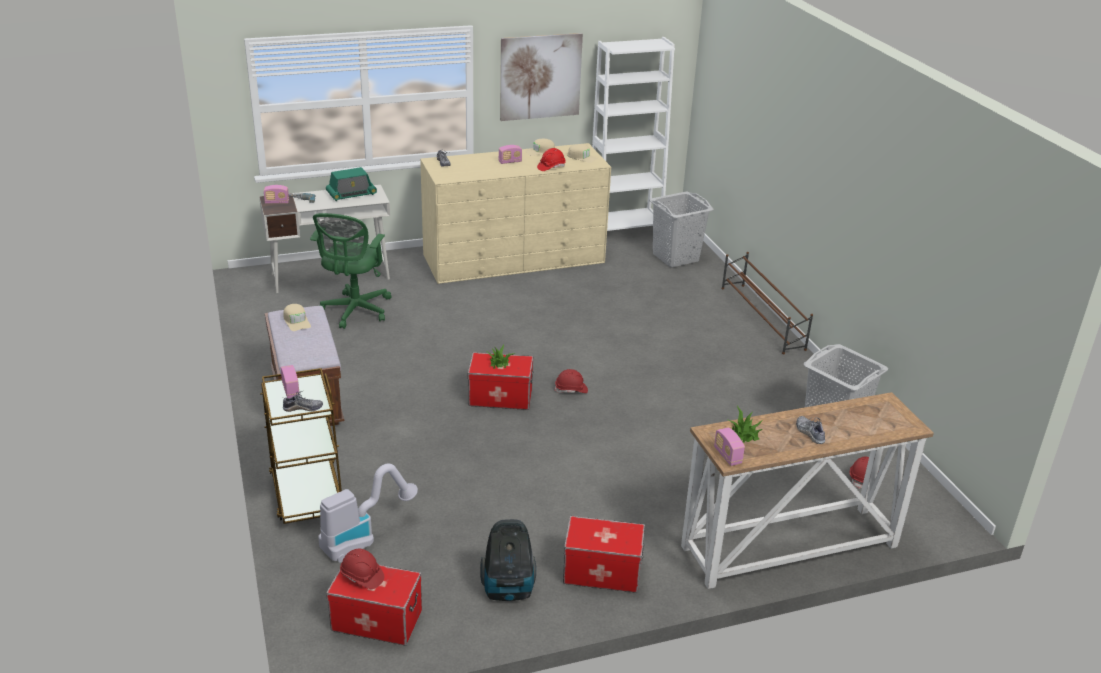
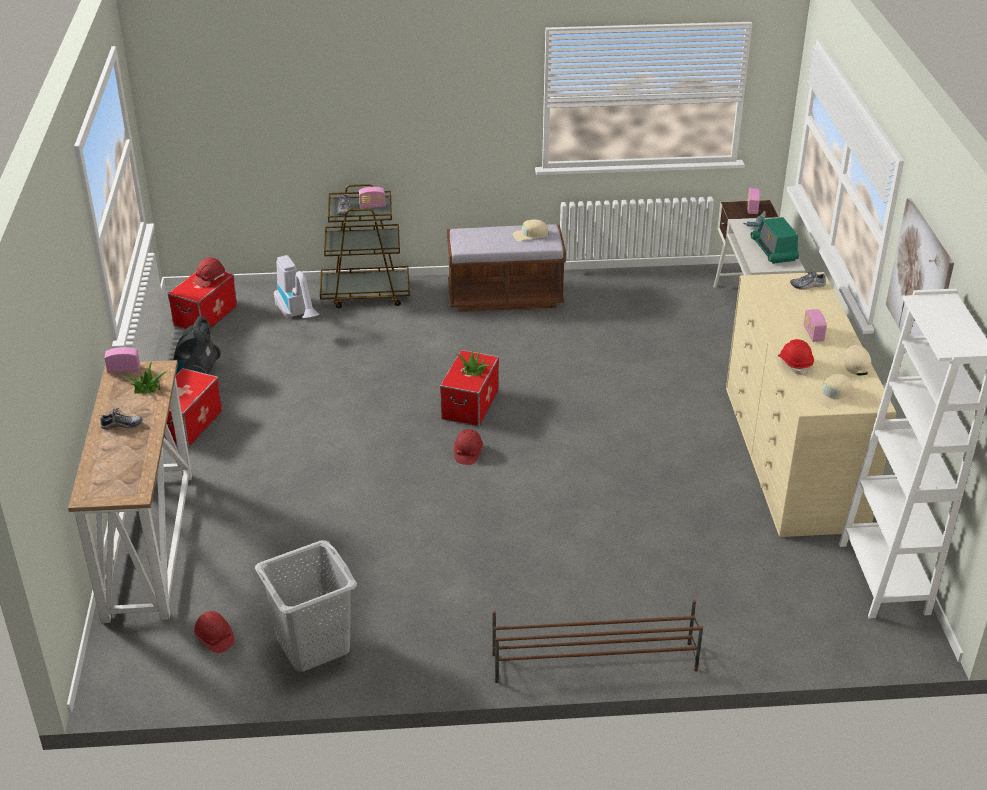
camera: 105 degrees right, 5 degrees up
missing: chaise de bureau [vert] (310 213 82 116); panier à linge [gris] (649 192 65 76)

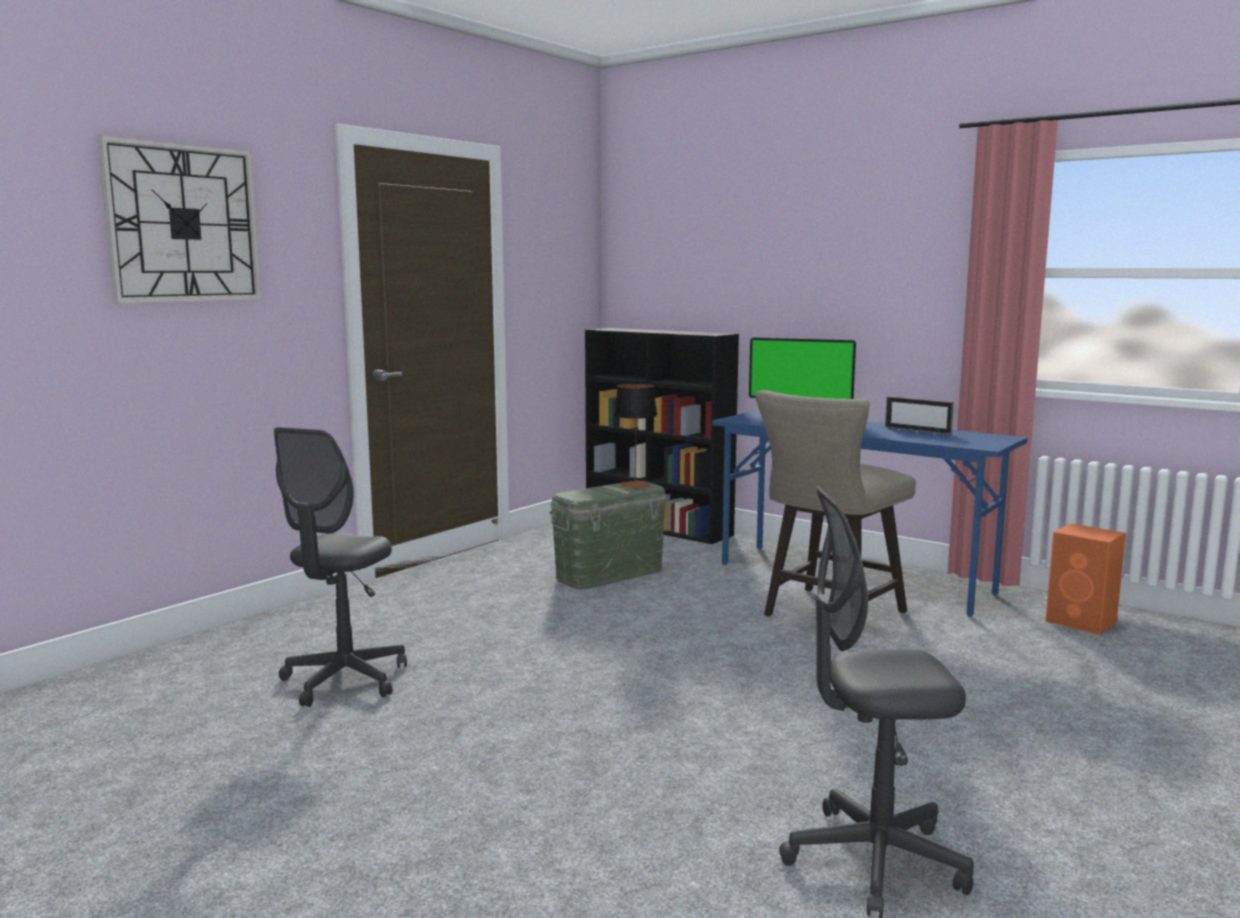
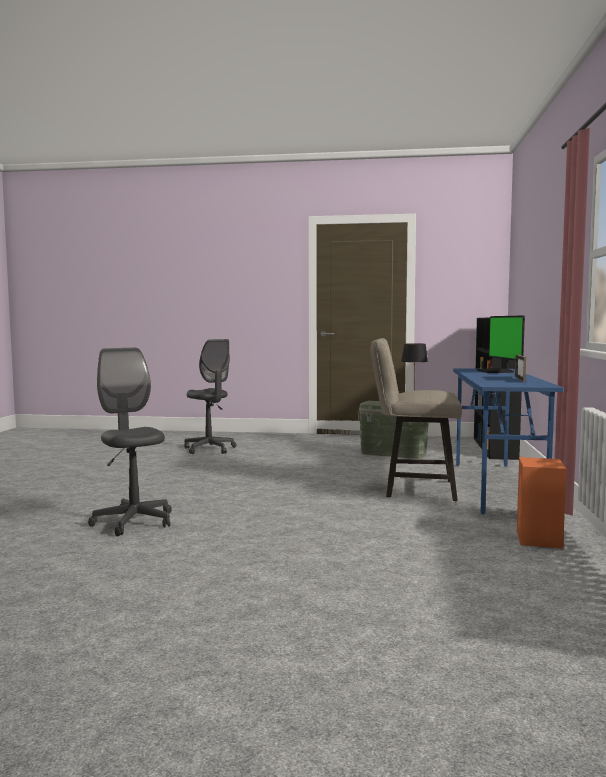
camera: 60 degrees right, 5 degrees down
missing: horloge murale (97 135 164 169)
spun: chaise de bureau [gris] (274 427 133 280) = (184 339 53 115) 120 degrees counterclockwise

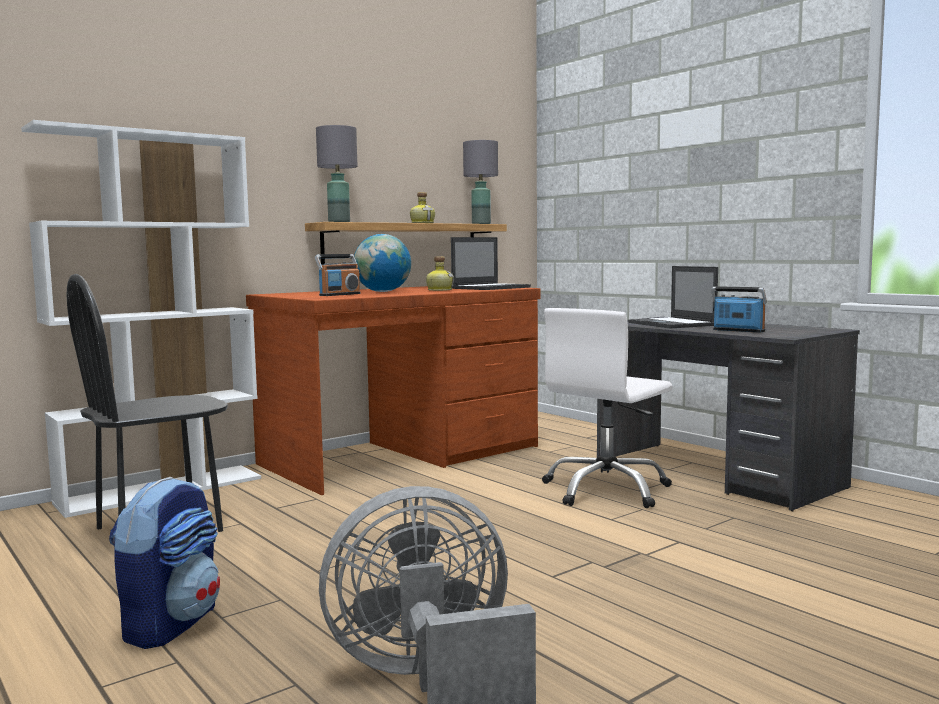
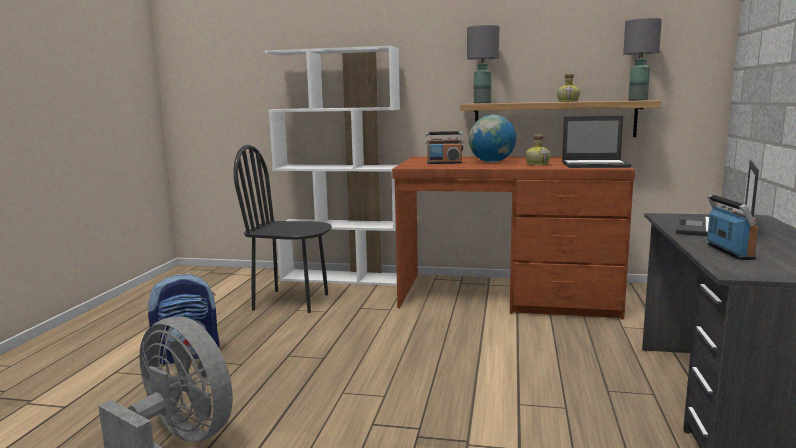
camera: 50 degrees right, 5 degrees up
missing: chaise de bureau [blanc] (542 308 130 200)

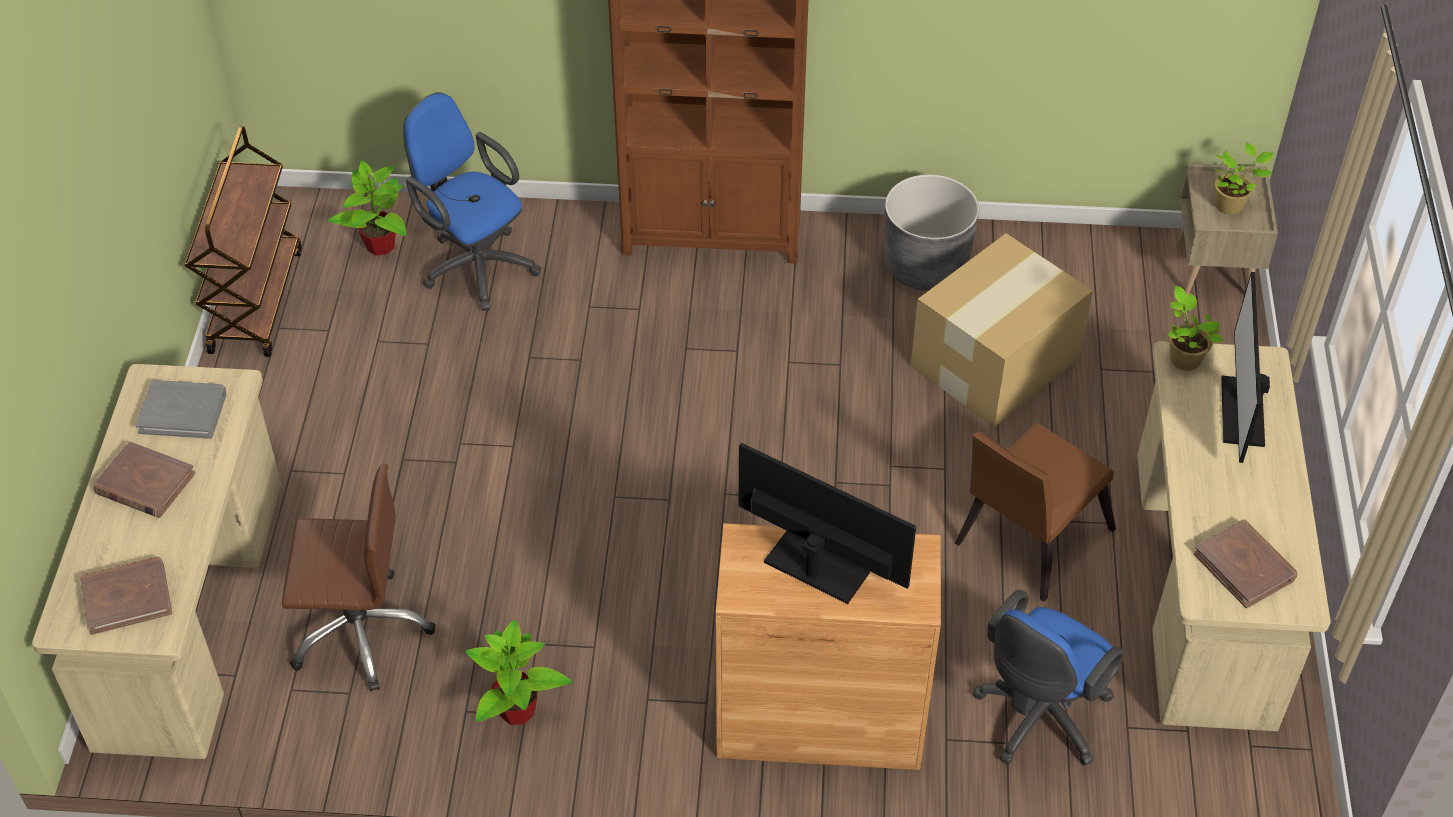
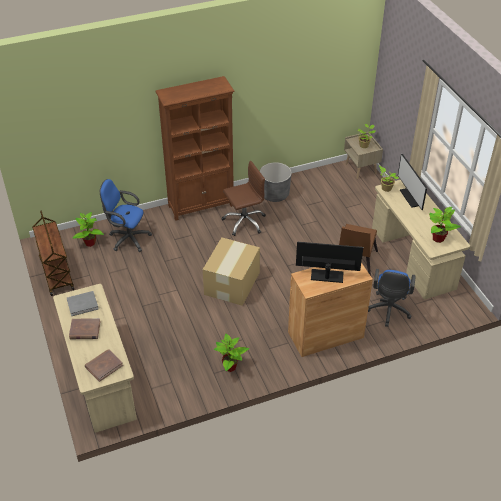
camera: 25 degrees left, 5 degrees down
relocated: carton (911 233 182 194) to (203 237 57 69); chaise de bureau [marron] (282 463 154 228) to (222 161 44 75)
exchanged: livre [marron] (1194 519 104 90) to plante en pot (429 207 32 36)

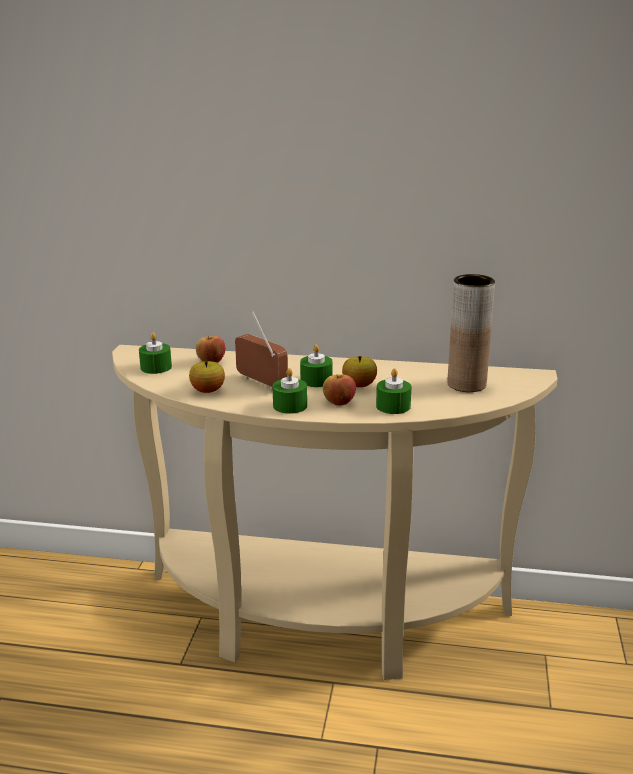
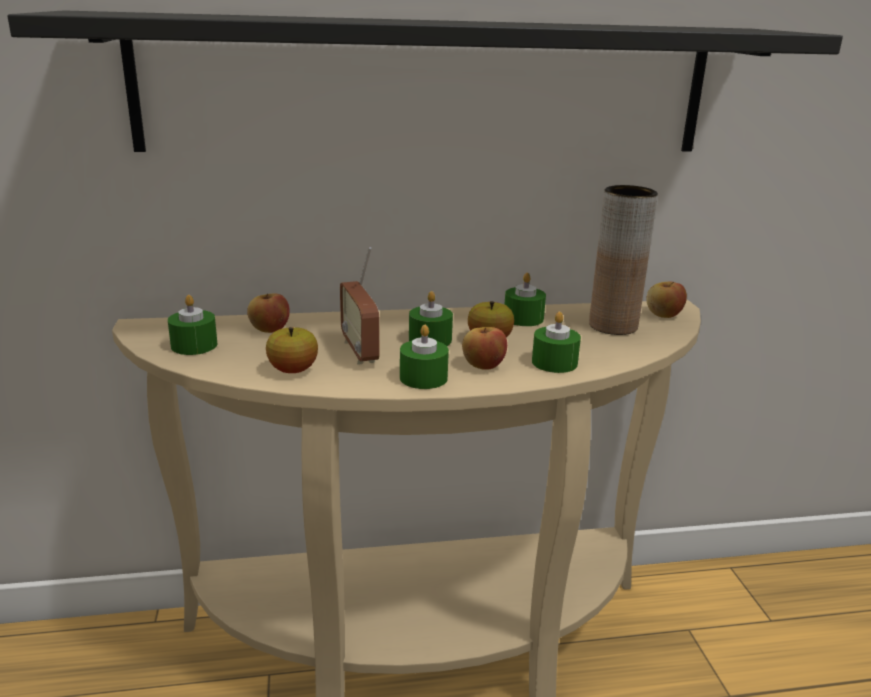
camera: 20 degrees left, 0 degrees up
appeared: étagère [noir] (7 10 836 142); bougie [vert] (505 273 41 53); pomme (646 282 41 36)
spun: radio (235 311 53 80) = (340 247 39 118) 135 degrees counterclockwise

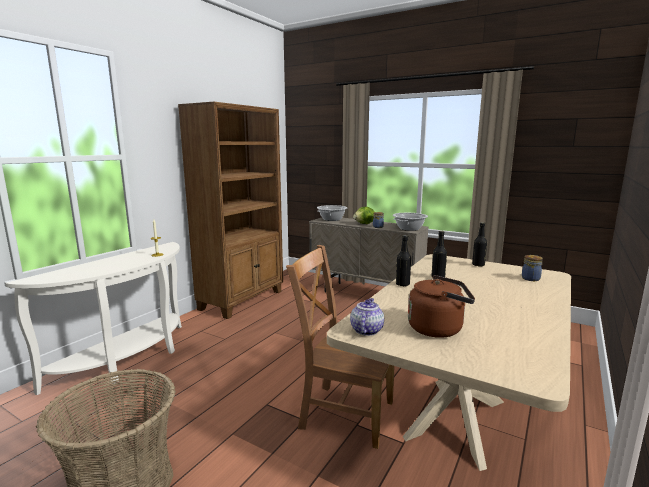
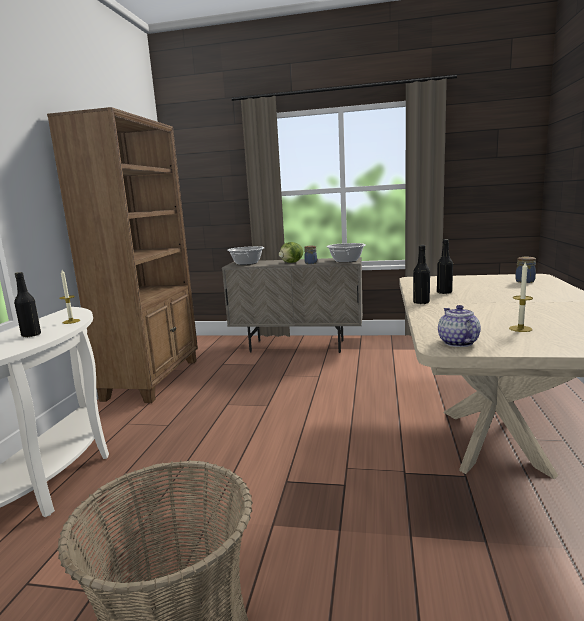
camera: 20 degrees left, 0 degrees up
missing: chaise [marron] (286 245 109 204)
relocated: bouteille [noir] (472 222 15 44) to (14 272 27 65)
exchanged: bouilloire [marron] (408 275 67 63) to bougie (509 262 24 70)

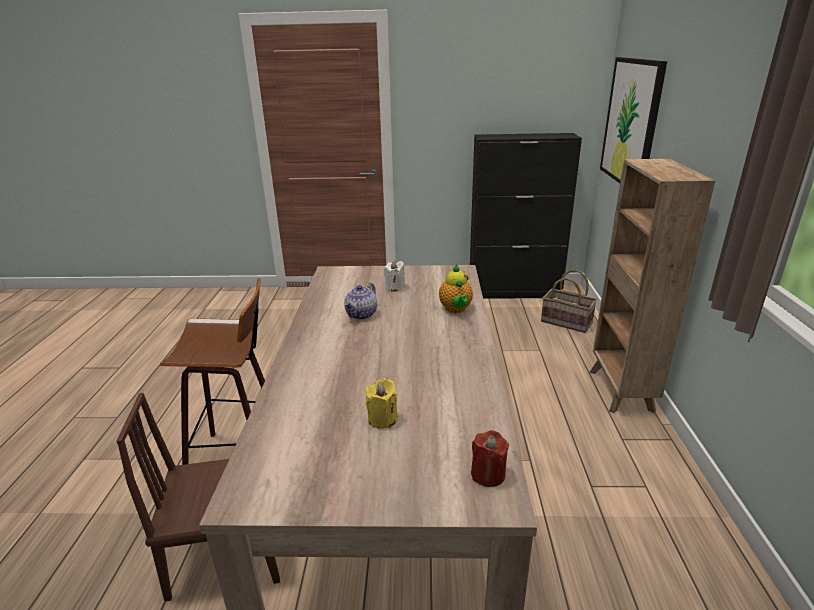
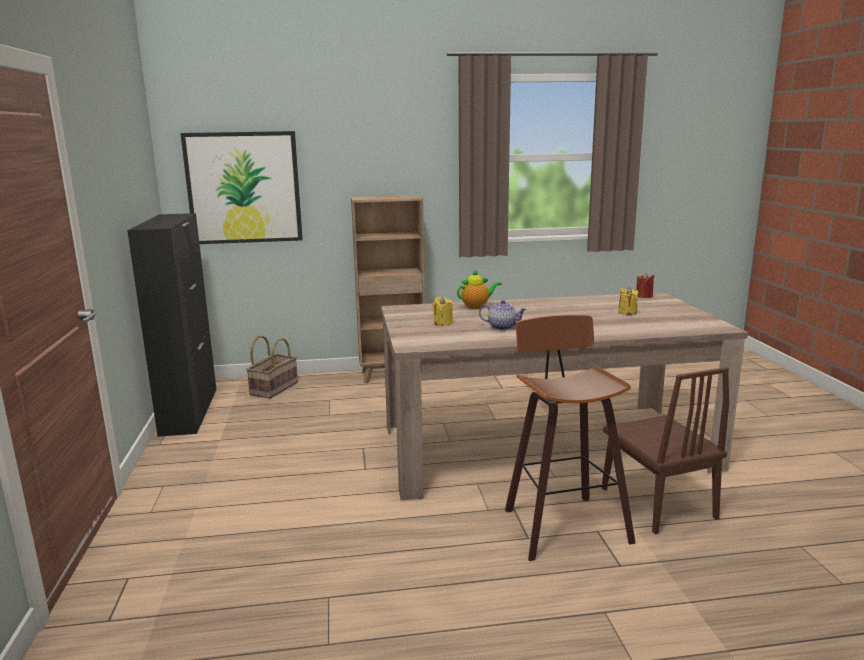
camera: 100 degrees left, 10 degrees down
colour: bougie [blanc] (384 260 21 32) to bougie [jaune] (432 296 21 30)

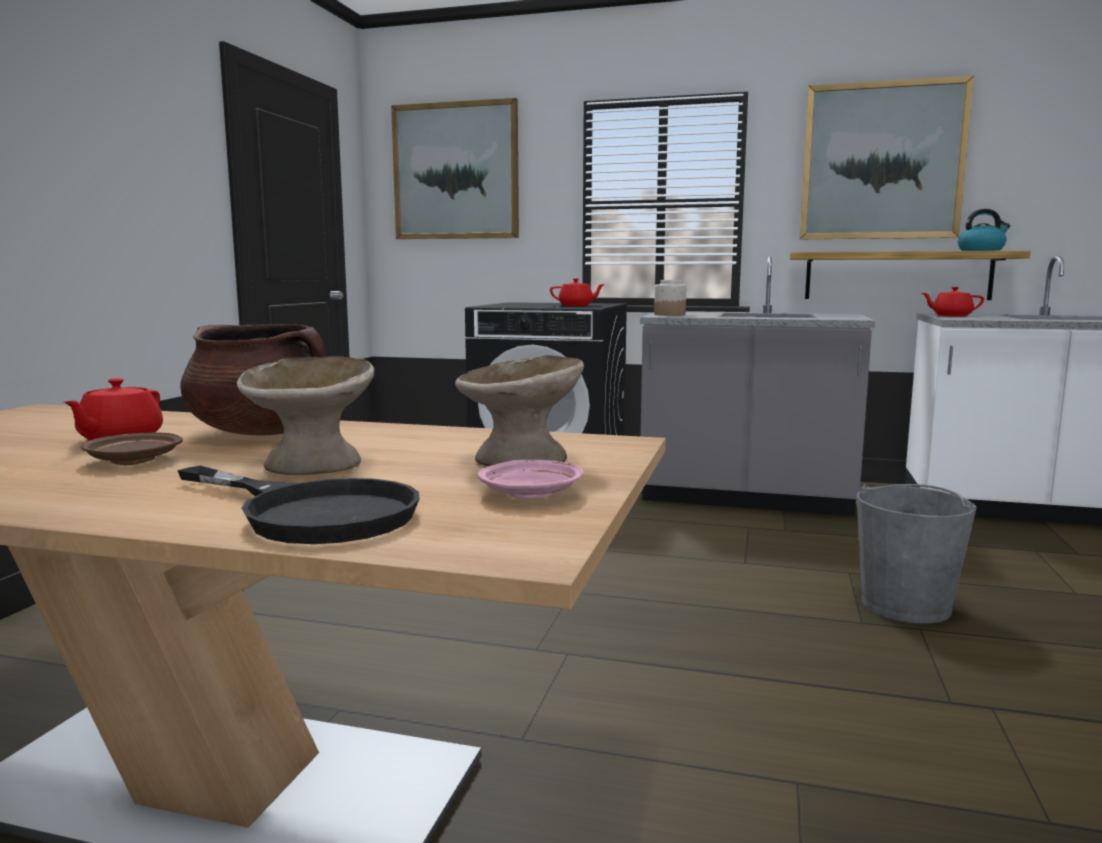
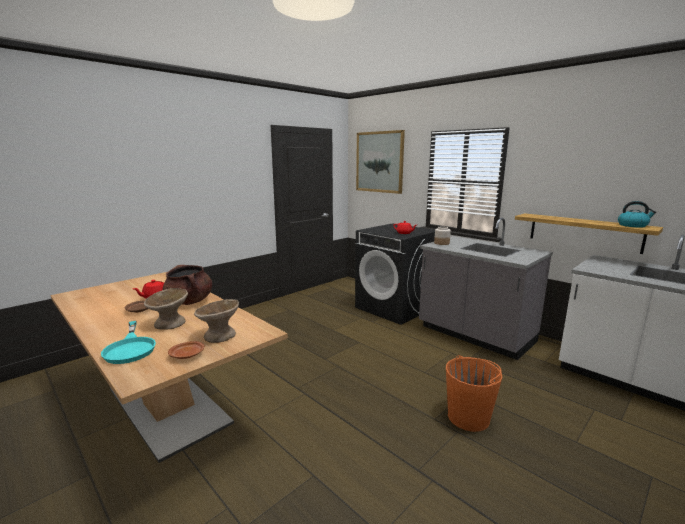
camera: 30 degrees right, 5 degrees up
missing: tableau (800 76 174 163); théière [rouge] (922 287 62 29)
colour: poêle [noir] (177 466 243 78) to poêle [turquoise] (101 321 55 43); assiette [rose] (478 460 105 38) to assiette [marron] (168 341 37 18); seau [gris] (857 484 120 140) to seau [orange] (446 355 57 77)

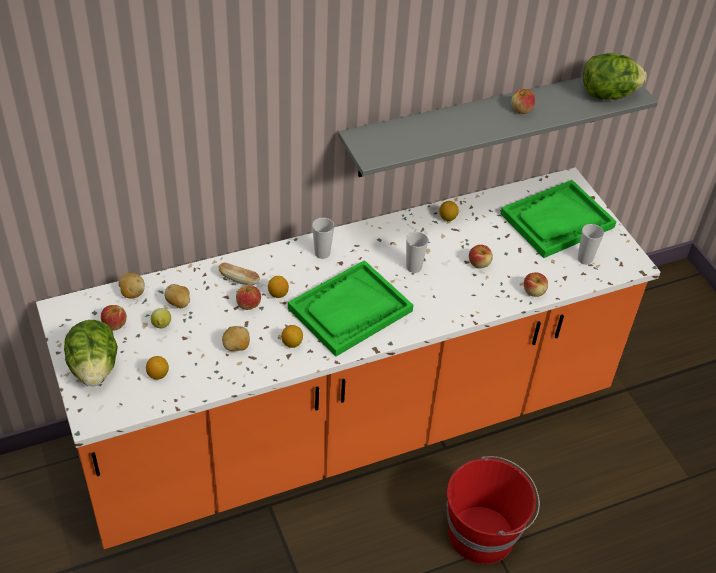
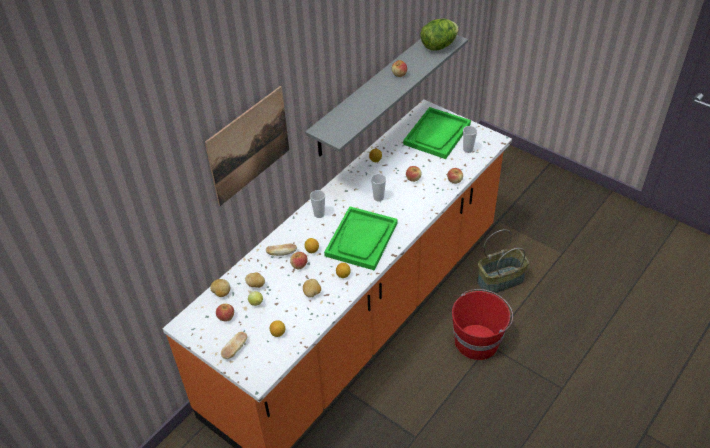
camera: 25 degrees left, 0 degrees up
appeared: tableau (205 86 84 120); panier (477 229 52 65)
exchanged: laitue (64 320 54 66) to pain (221 332 27 27)

